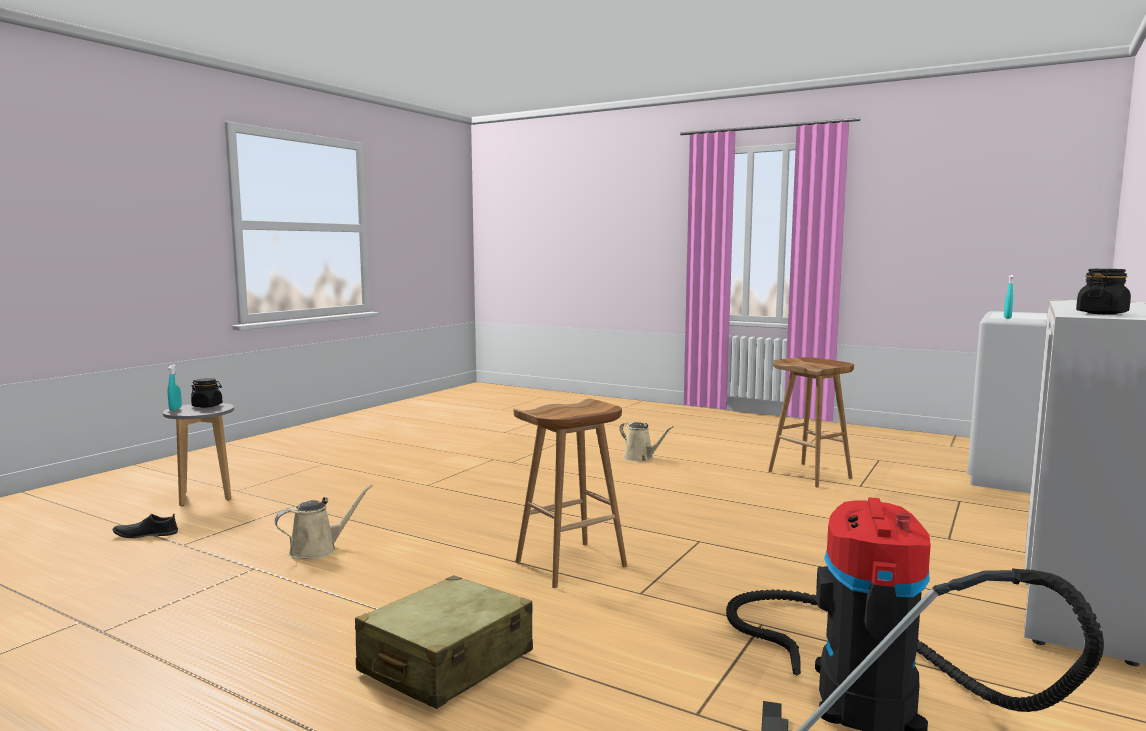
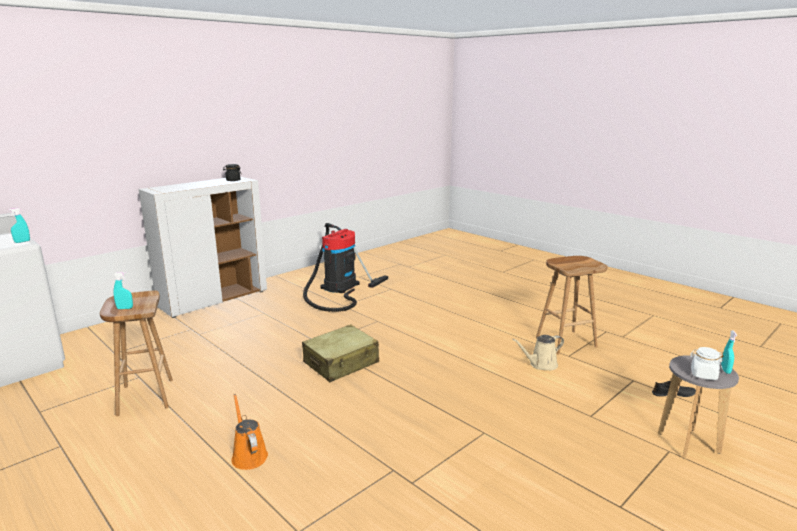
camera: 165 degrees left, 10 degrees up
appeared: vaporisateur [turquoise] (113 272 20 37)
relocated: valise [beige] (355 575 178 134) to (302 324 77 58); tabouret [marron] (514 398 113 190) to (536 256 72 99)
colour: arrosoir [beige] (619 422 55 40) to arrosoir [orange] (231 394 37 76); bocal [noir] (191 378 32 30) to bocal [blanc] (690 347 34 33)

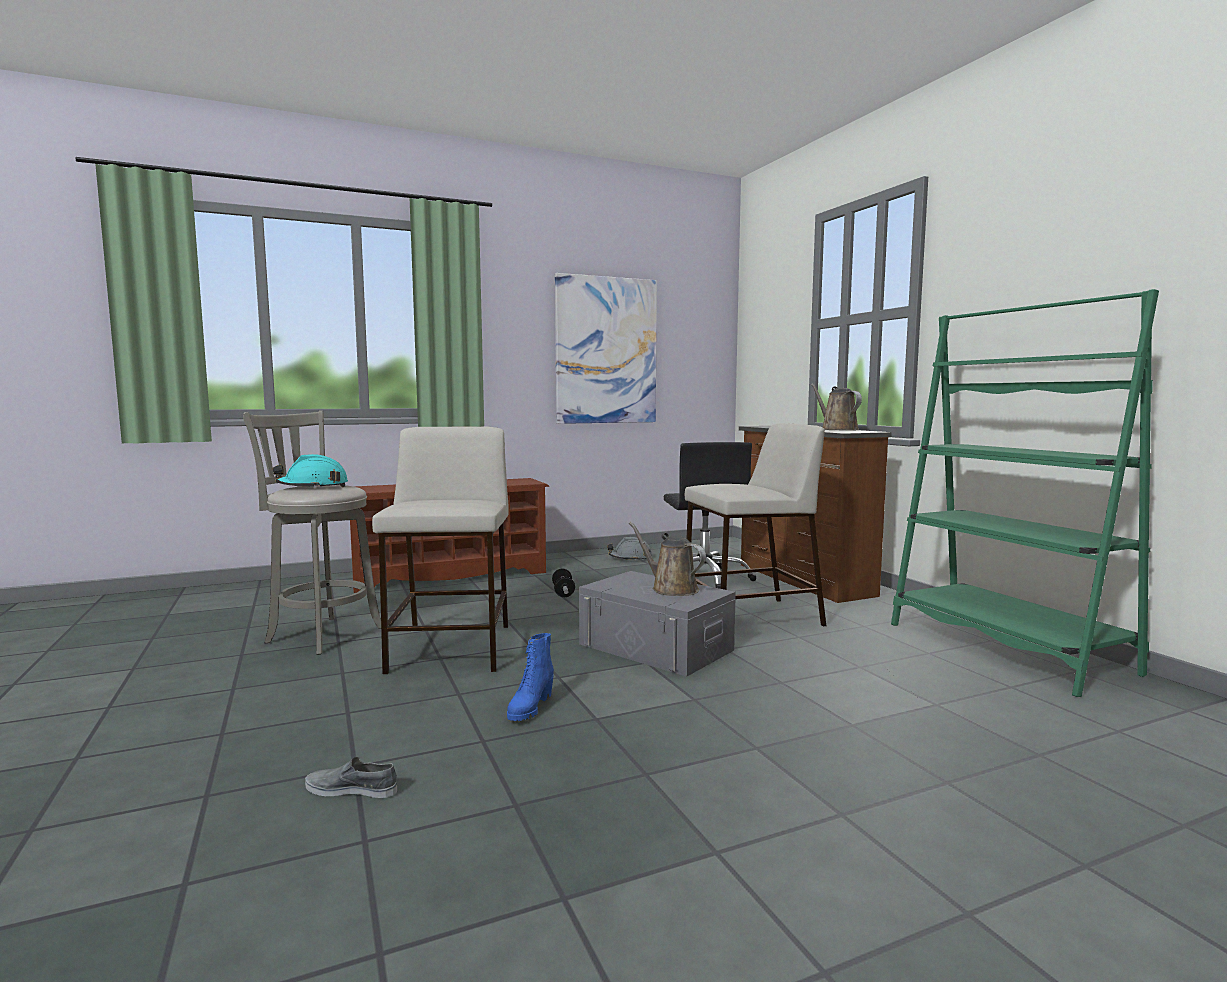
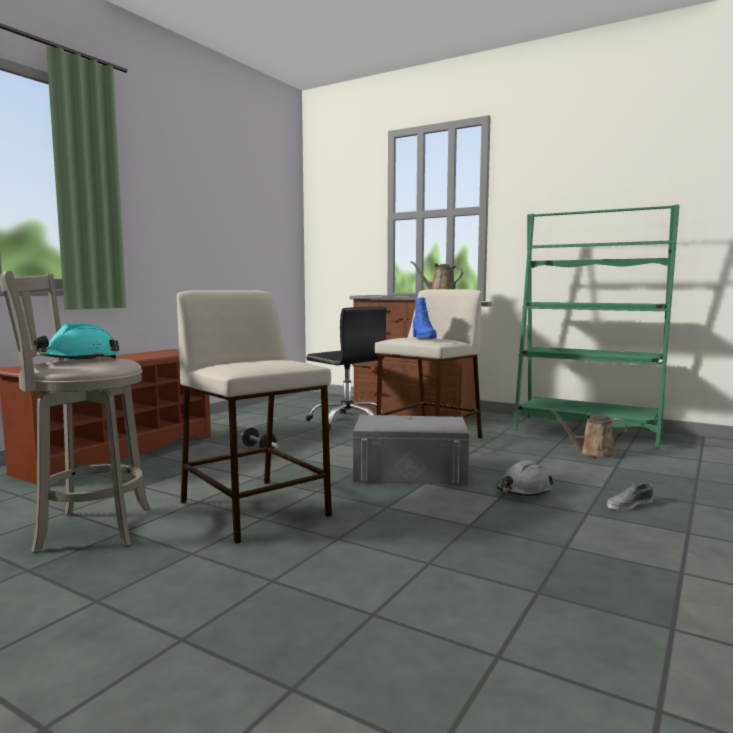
camera: 35 degrees left, 0 degrees up
missing: tableau (555 273 102 151)
relocated: botte [bleu] (507 633 47 88) to (413 297 24 42); casque de chantier [gris] (607 537 45 24) to (497 461 56 35); arrosoir [marron] (629 522 77 74) to (548 408 79 50); chaussure [gris] (305 757 92 41) to (607 483 46 27)

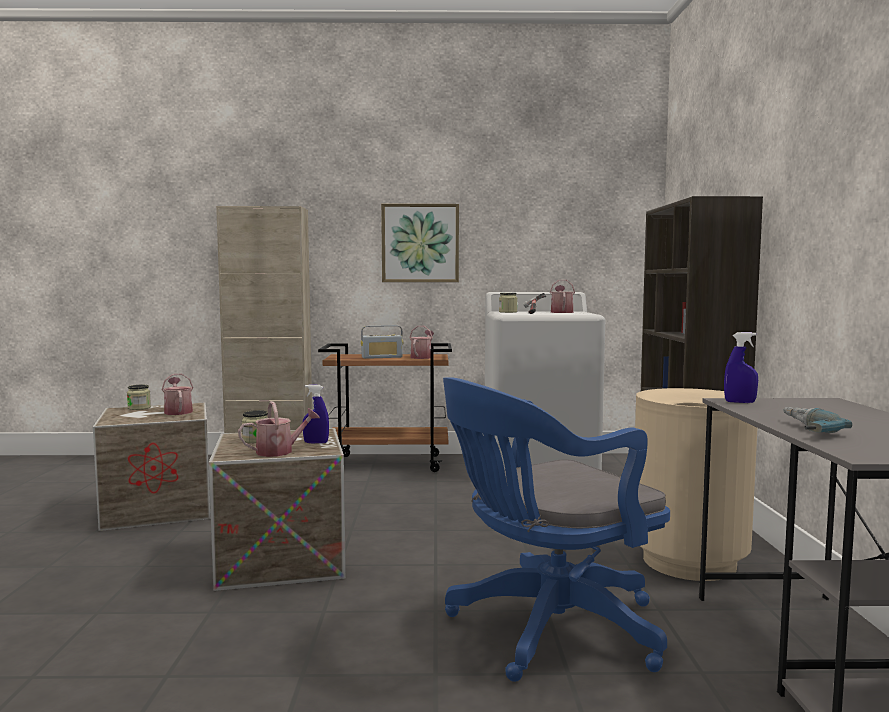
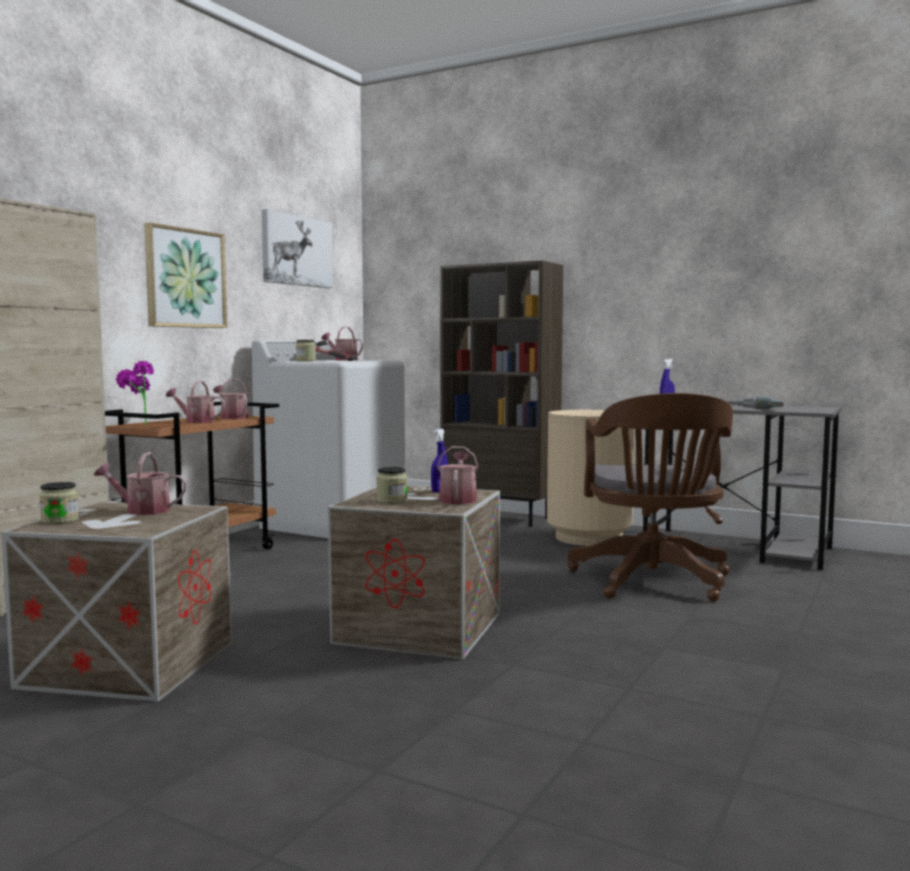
camera: 60 degrees left, 0 degrees up
appeared: plante en pot (116 361 38 65); tableau (262 209 71 79)
exchanged: radio (361 325 42 34) to arrosoir (165 381 60 42)
colour: chaise de bureau [bleu] (443 377 227 305) to chaise de bureau [marron] (568 393 165 209)

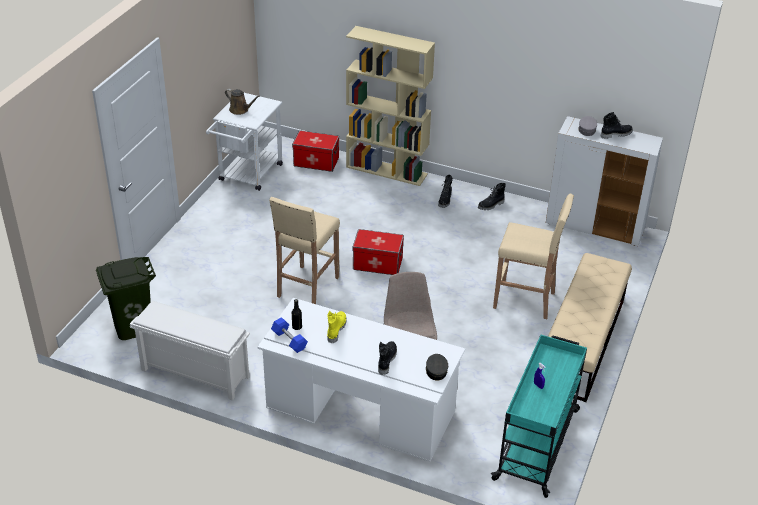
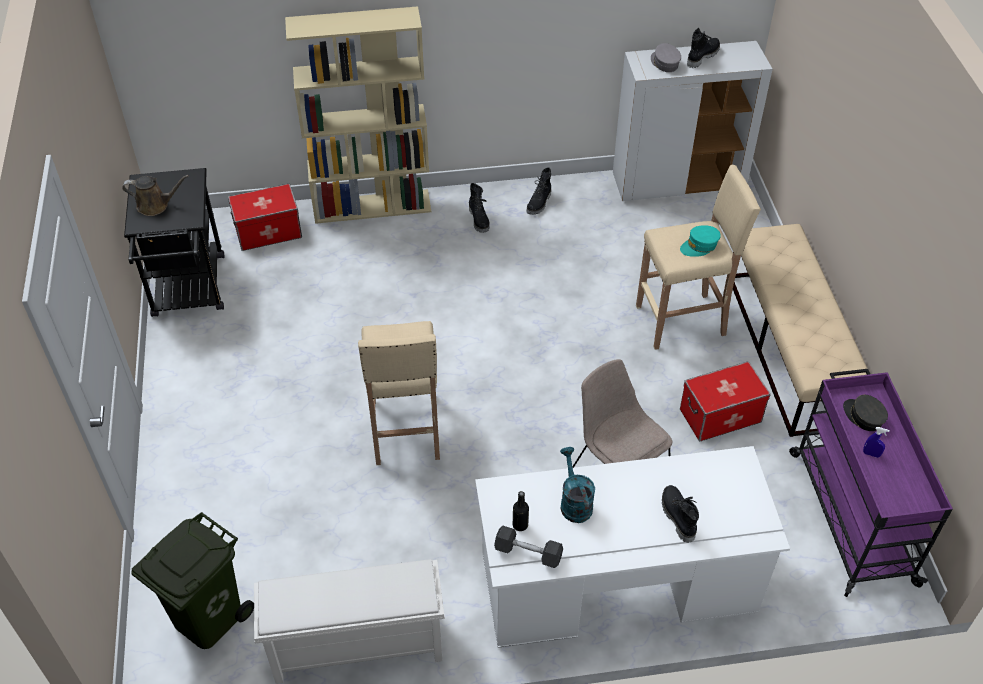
camera: 30 degrees left, 10 degrees up
appeared: casquette [turquoise] (680 225 41 32)
relocated: boîte de rangement (353 229 51 46) to (680 361 91 80); casquette [gris] (426 354 22 27) to (843 395 45 36)
exchanged: botte [jaune] (327 311 19 32) to arrosoir [turquoise] (560 447 35 76)
colour: chariot [blanc] (206 93 77 98) to chariot [noir] (124 168 100 149); haltère [bleu] (271 317 37 36) to haltère [gris] (494 526 69 42); chariot [turquoise] (491 335 96 163) to chariot [violet] (789 369 164 228)

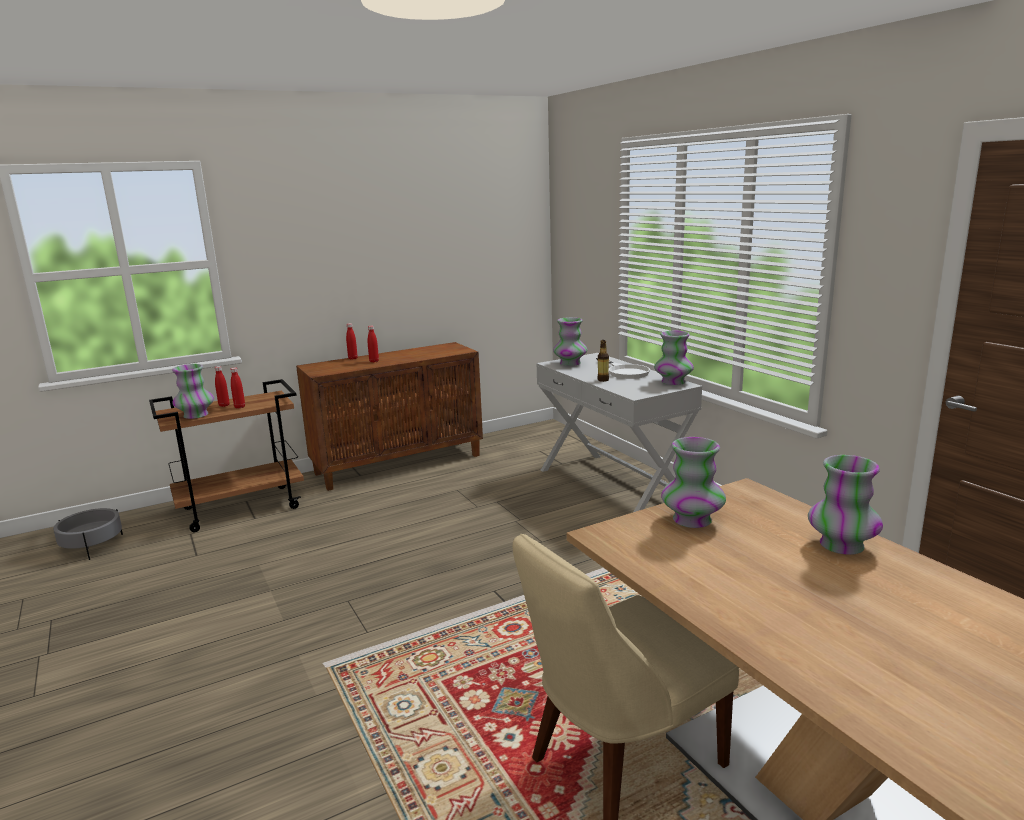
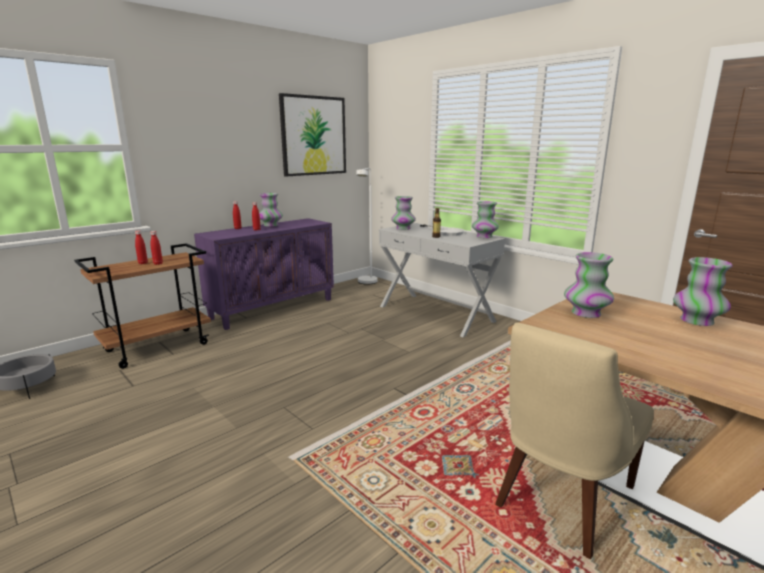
camera: 15 degrees left, 0 degrees up
appeared: tableau (279 93 67 83); lampadaire [blanc] (356 168 22 117)
relocated: vase (172 364 42 55) to (259 193 24 34)
colour: meuble de rangement [marron] (296 342 187 149) to meuble de rangement [violet] (194 218 140 112)

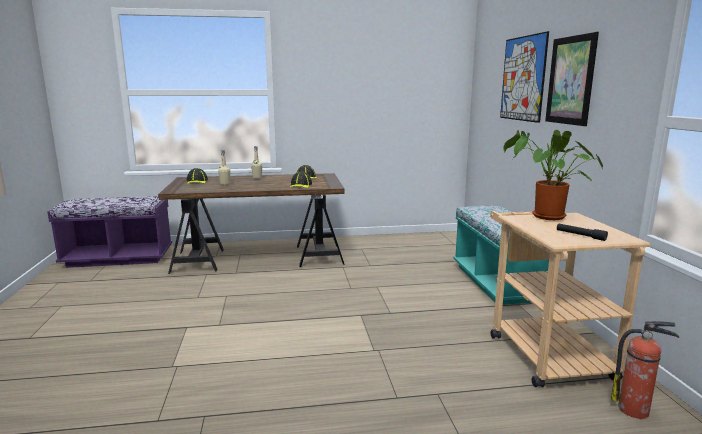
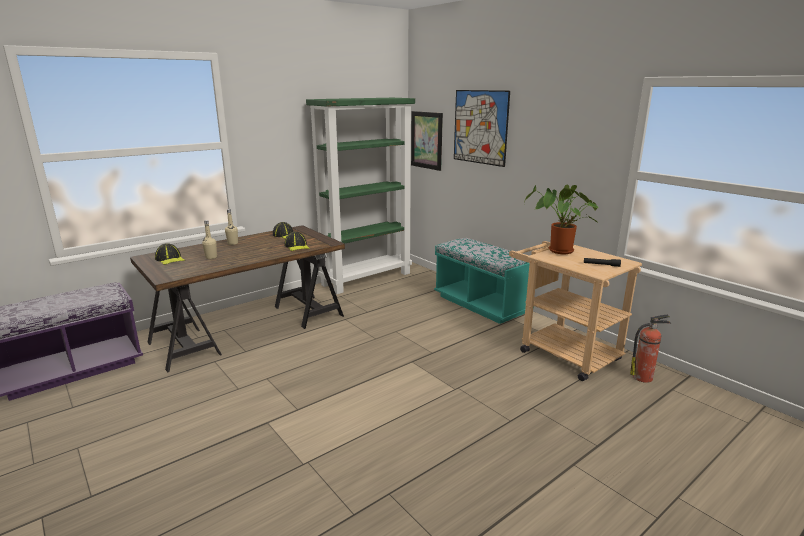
camera: 30 degrees left, 5 degrees up
appeared: bibliothèque [vert] (306 98 109 196)
relocated: tableau (545 32 54 94) to (411 111 32 60)

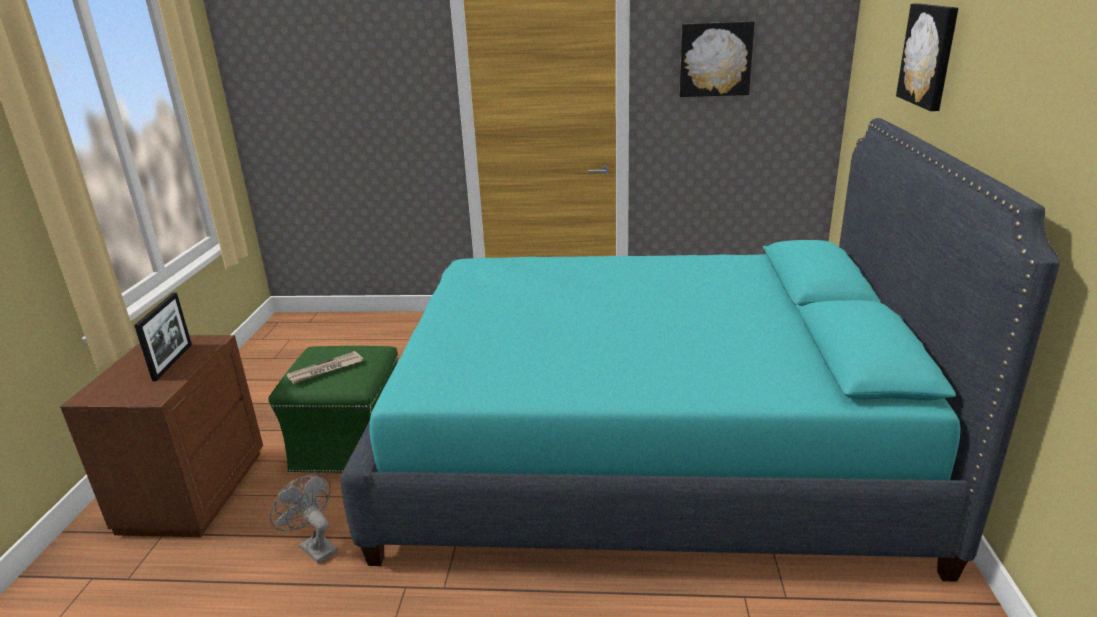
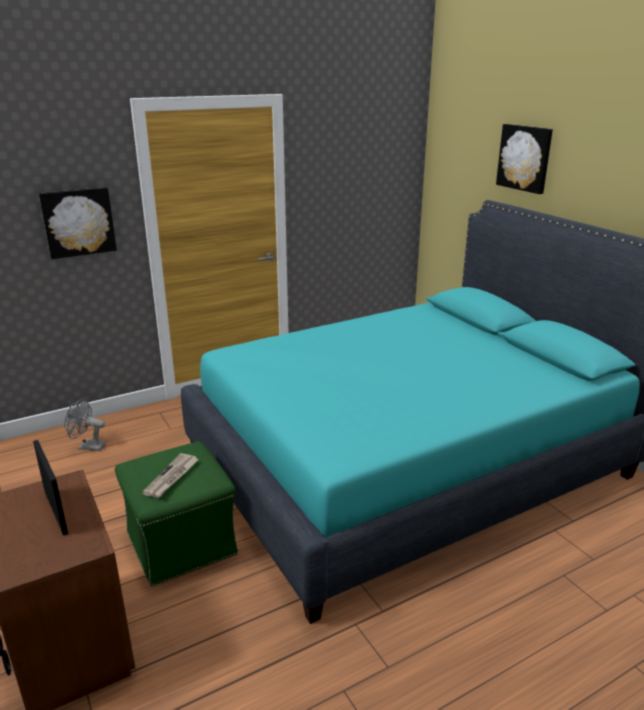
camera: 35 degrees left, 0 degrees up
relocated: tableau (679 21 76 76) to (39 187 78 72); ventilateur [gris] (270 473 68 91) to (64 398 42 53)

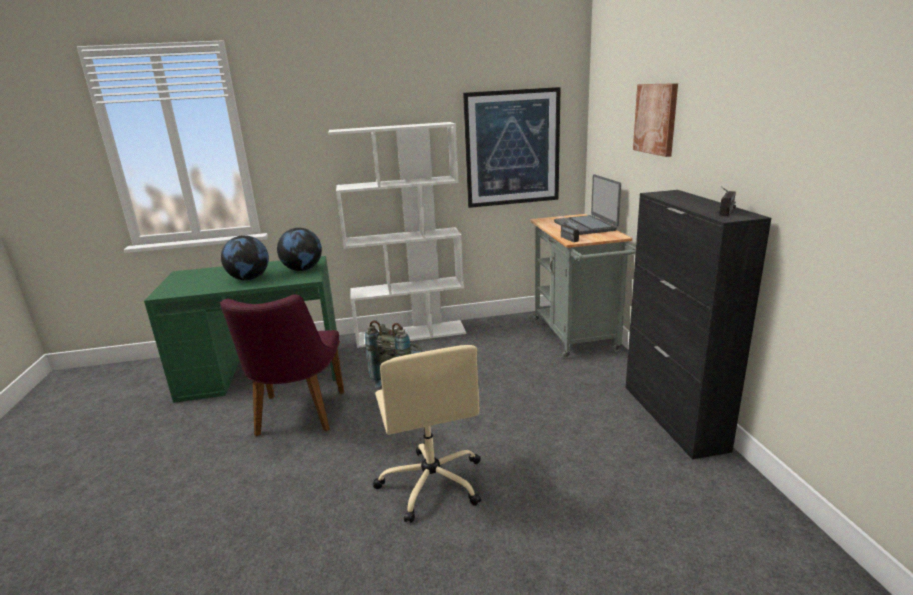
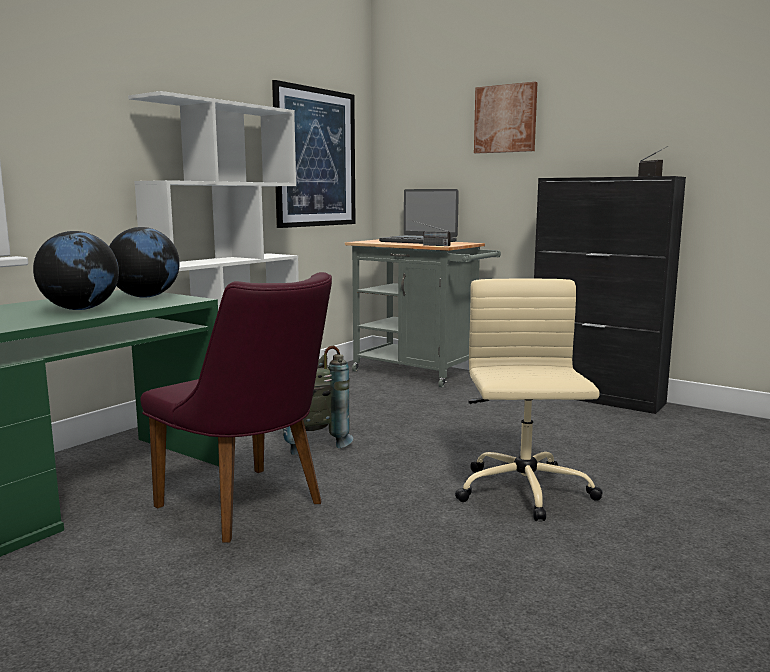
camera: 45 degrees left, 10 degrees down
spun: chaise de bureau [beige] (373 345 108 178) = (455 279 148 242) 120 degrees counterclockwise

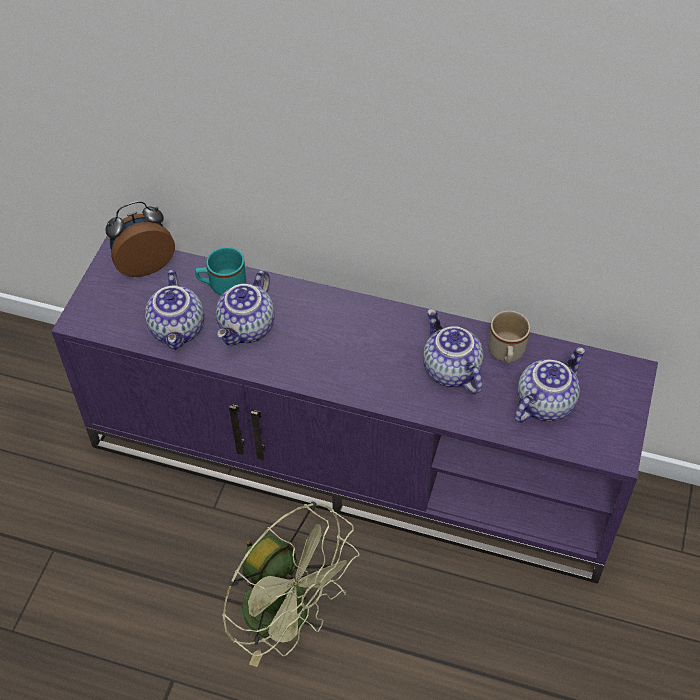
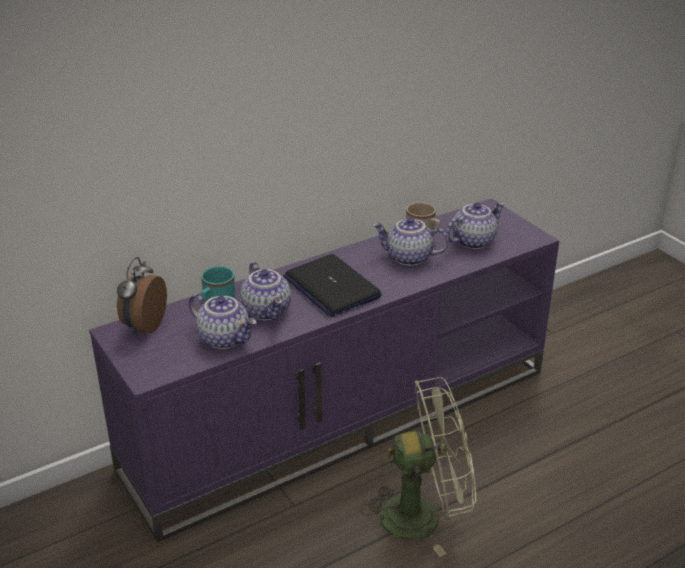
camera: 50 degrees left, 20 degrees down
appeared: ordinateur portable (283 254 99 63)
spun: théière (514 347 71 76) = (446 202 59 47) 60 degrees clockwise

